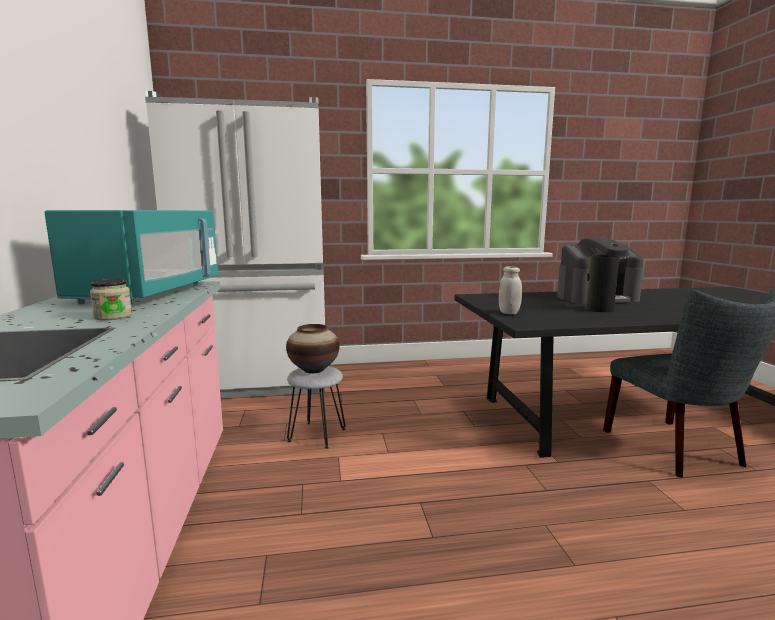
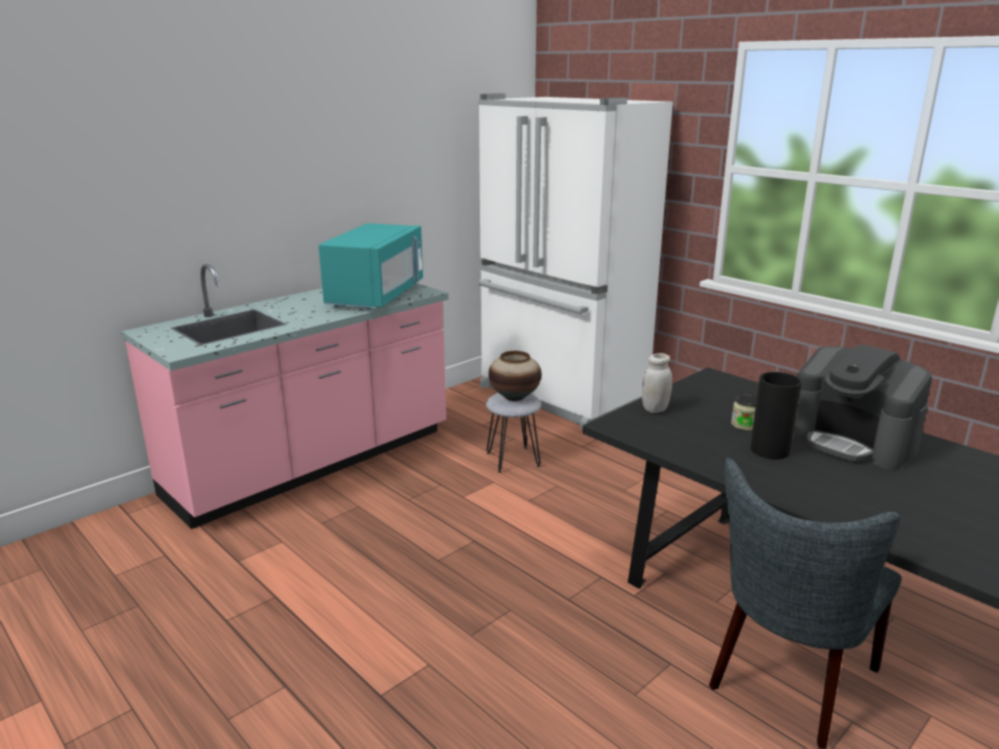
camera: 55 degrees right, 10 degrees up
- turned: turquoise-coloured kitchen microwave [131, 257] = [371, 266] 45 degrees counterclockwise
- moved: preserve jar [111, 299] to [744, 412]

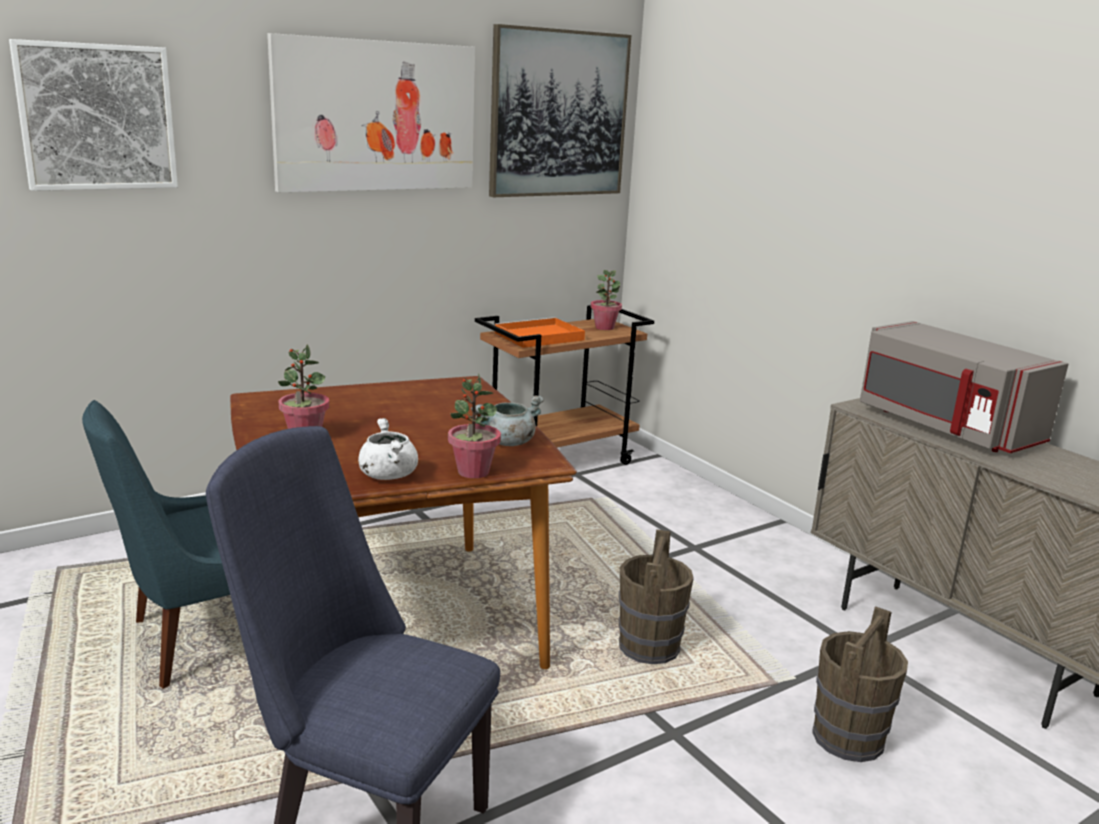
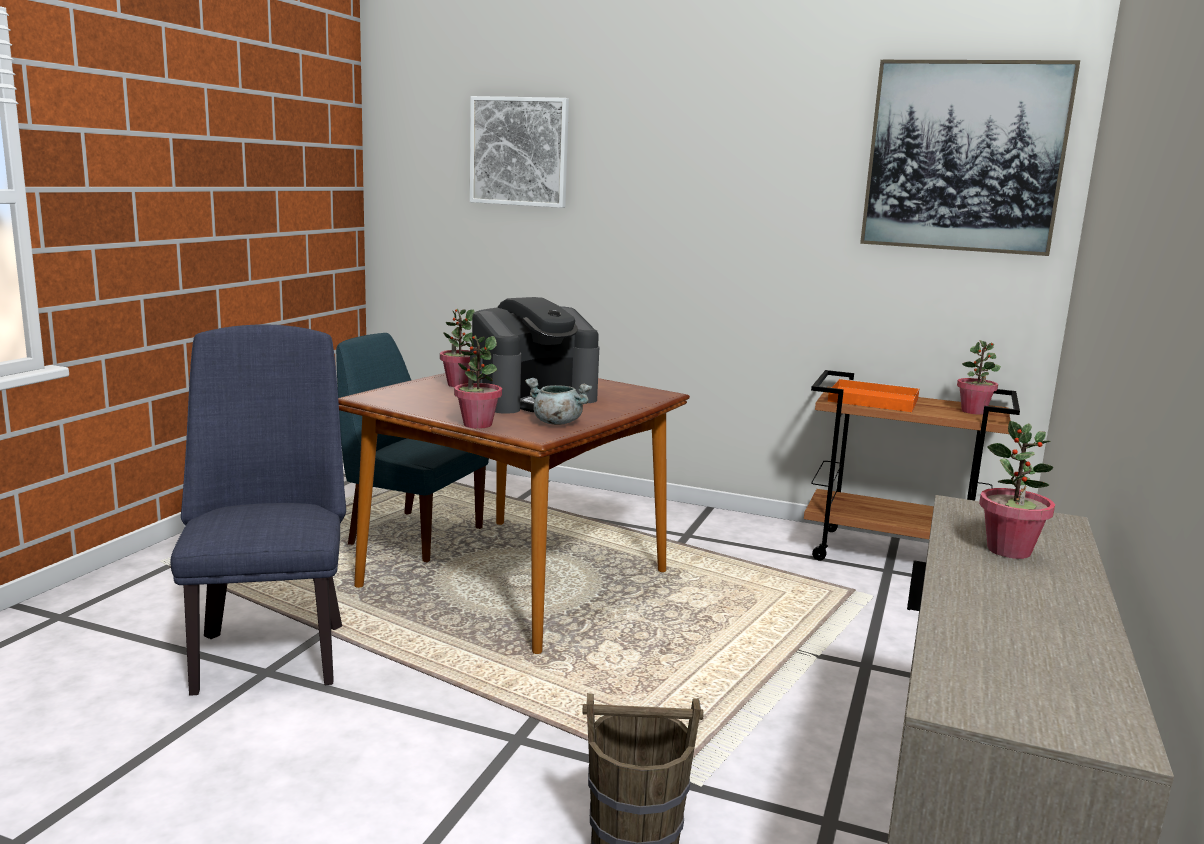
camera: 55 degrees right, 5 degrees down
- removed: wall picture [371, 112]
- removed: white-coloured saucepot [388, 449]
- removed: brownish pail [656, 596]
- replaced: gray kitchen microwave [964, 387] to houseplant [1017, 490]
- added: coffee brewer [534, 355]

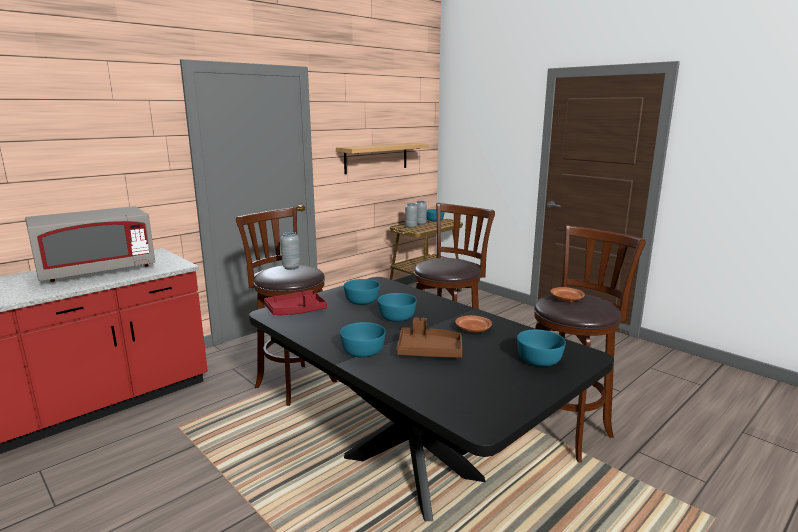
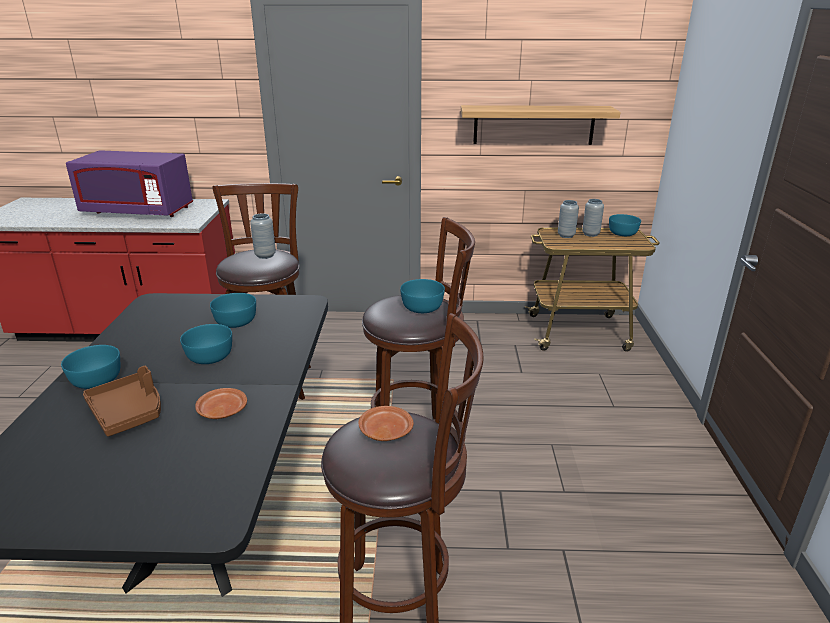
camera: 45 degrees right, 10 degrees up
- recoloured: gray kitchen microwave [90, 244] to purplish kitchen microwave [129, 183]
- removed: reddish carrying tray [295, 302]
- moved: turquoise-coloured serving bowl [541, 348] to [422, 296]

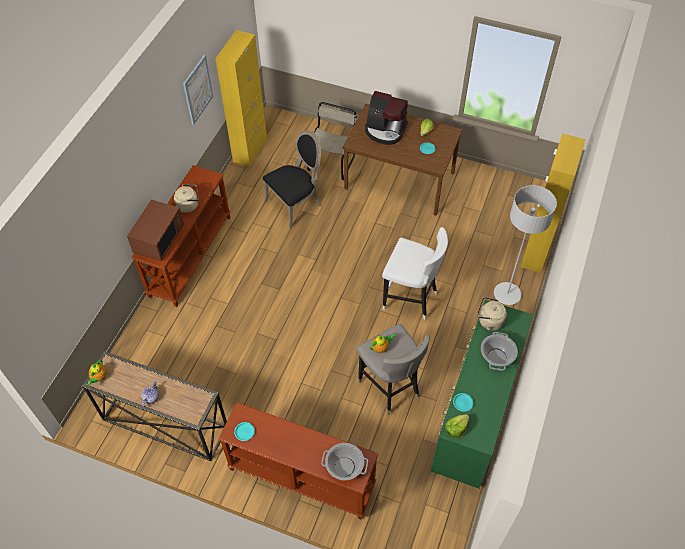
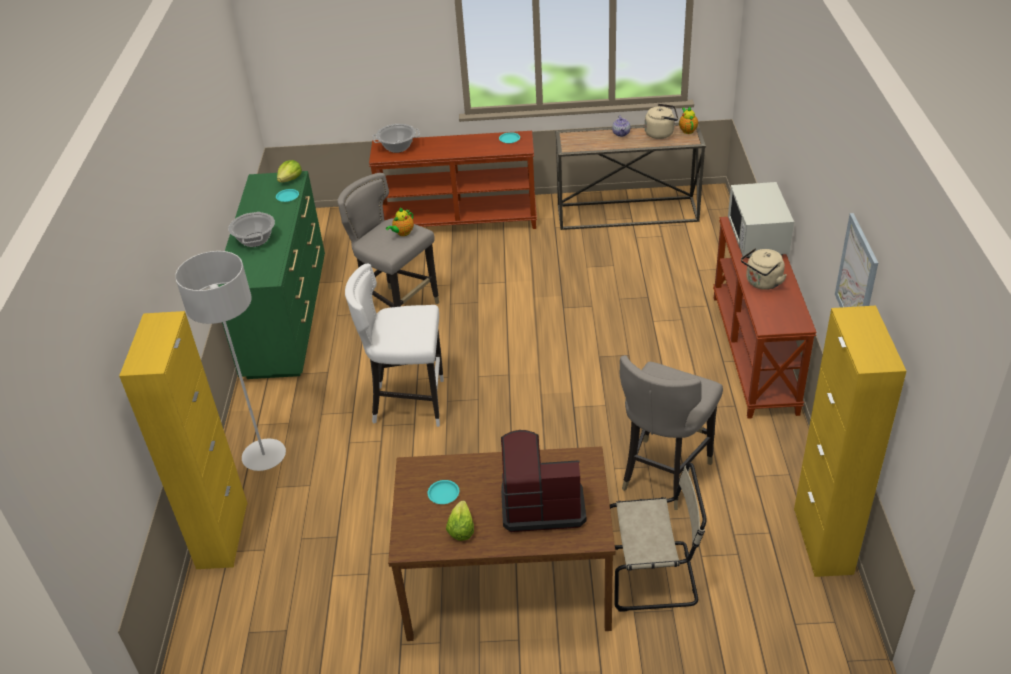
camera: 160 degrees right, 15 degrees down
- recoloured: brownish kitchen microwave [155, 230] to white-coloured kitchen microwave [761, 220]
- replaced: black upright chair [292, 179] to gray stool [671, 432]
- turned: sand-coloured upright chair [332, 141] = [658, 537] 90 degrees counterclockwise
- moved: sand-coloured kettle [492, 314] to [661, 121]

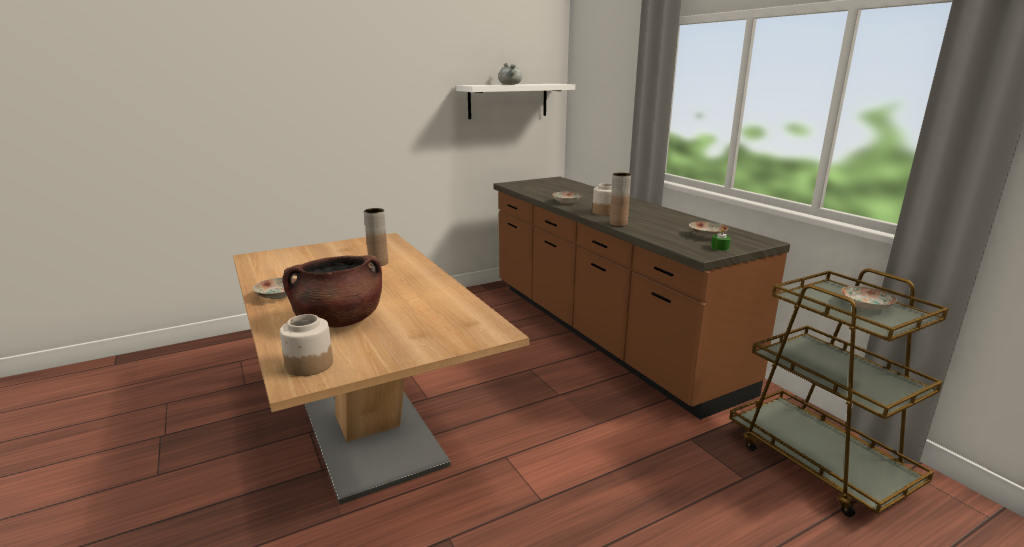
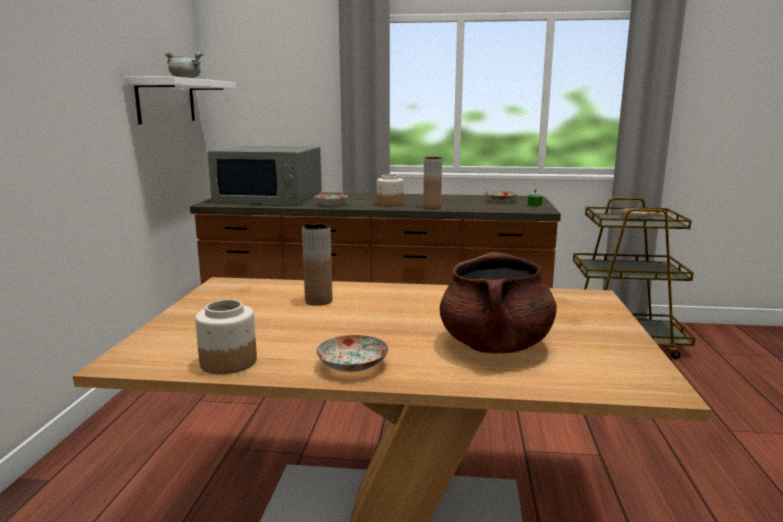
camera: 55 degrees left, 5 degrees down
- moved: preserve jar [306, 345] to [226, 337]
- added: gray kitchen microwave [265, 175]

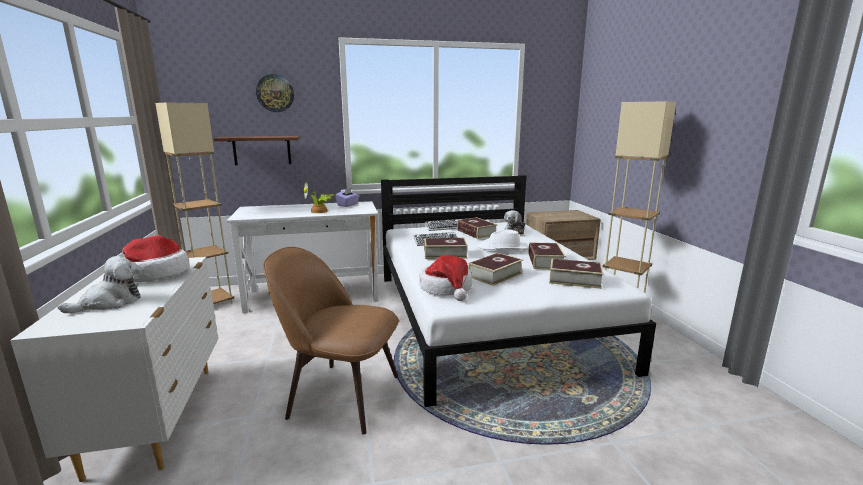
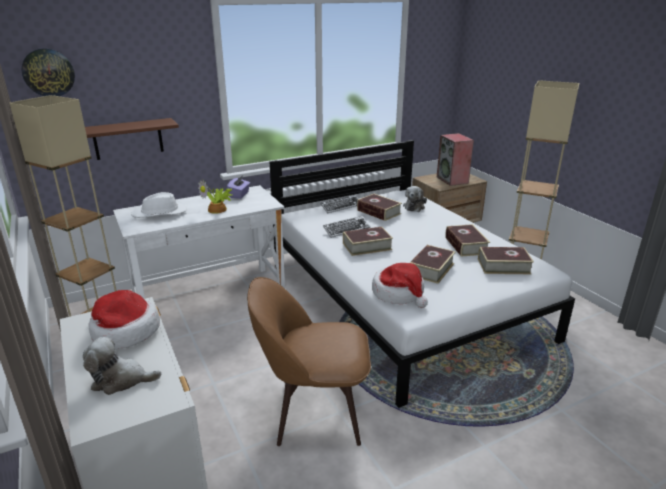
camera: 15 degrees left, 10 degrees up
- turned: plush toy [99, 284] = [122, 366] 120 degrees counterclockwise
- moved: clock on the wall [275, 93] to [48, 72]
- moved: white-coloured wearable hat [503, 239] to [159, 205]
- added: speaker [455, 159]

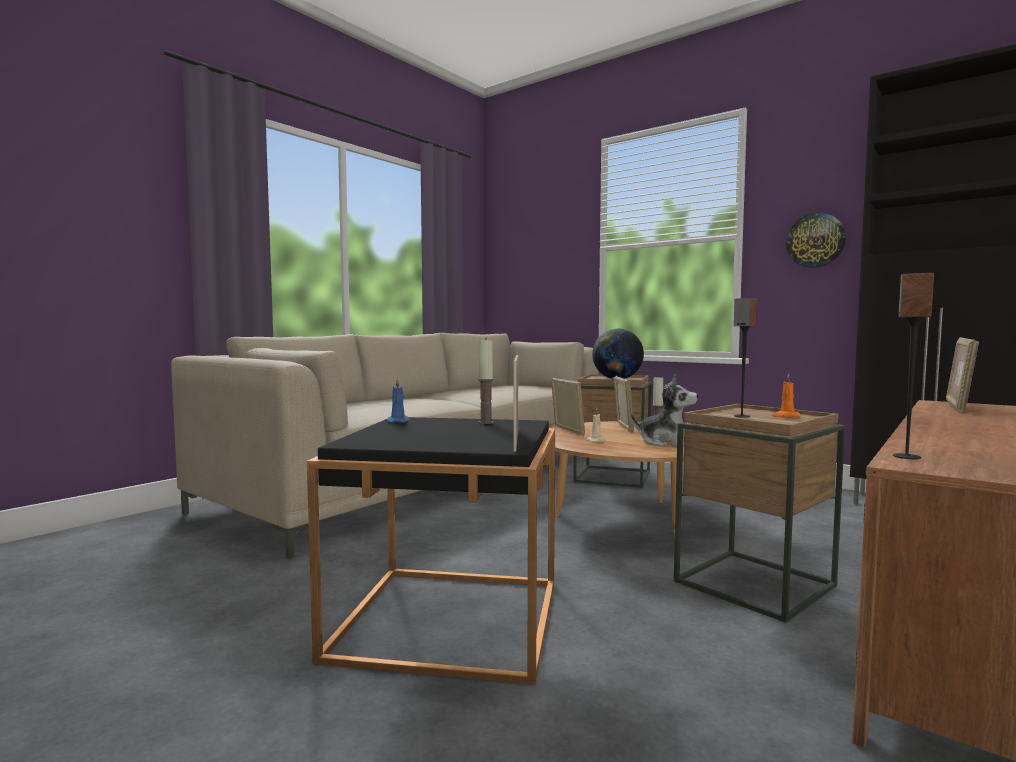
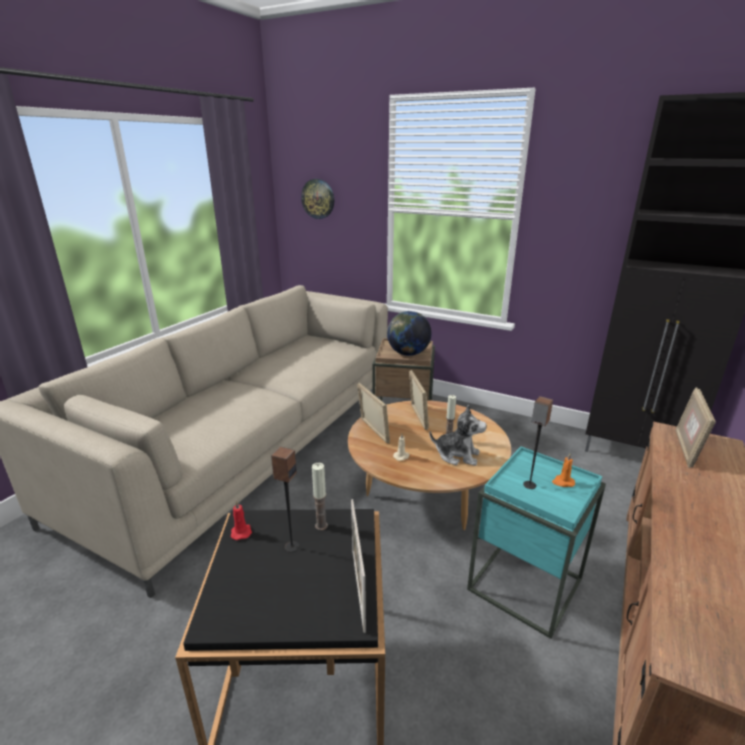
camera: 10 degrees left, 20 degrees up
- recoloured: blue candle [397, 400] to reddish candle [241, 520]
- recoloured: brownish accent table [759, 513] to turquoise-coloured accent table [536, 542]
- moved: clock on the wall [816, 240] to [317, 199]
- moved: speaker [913, 366] to [285, 499]

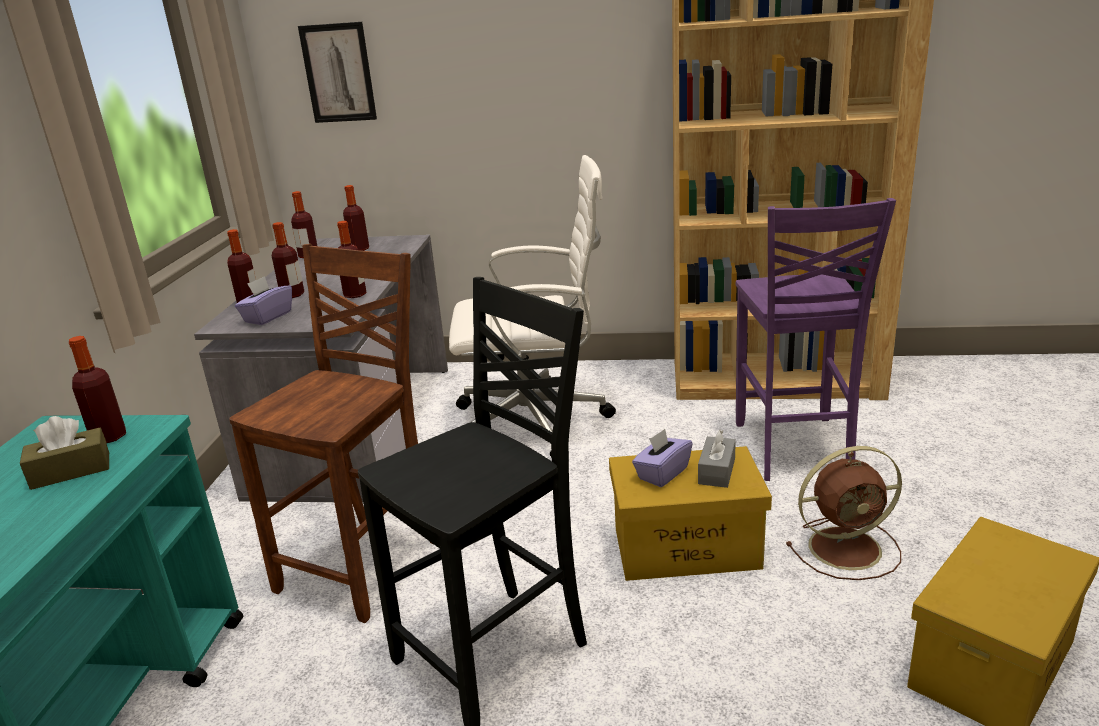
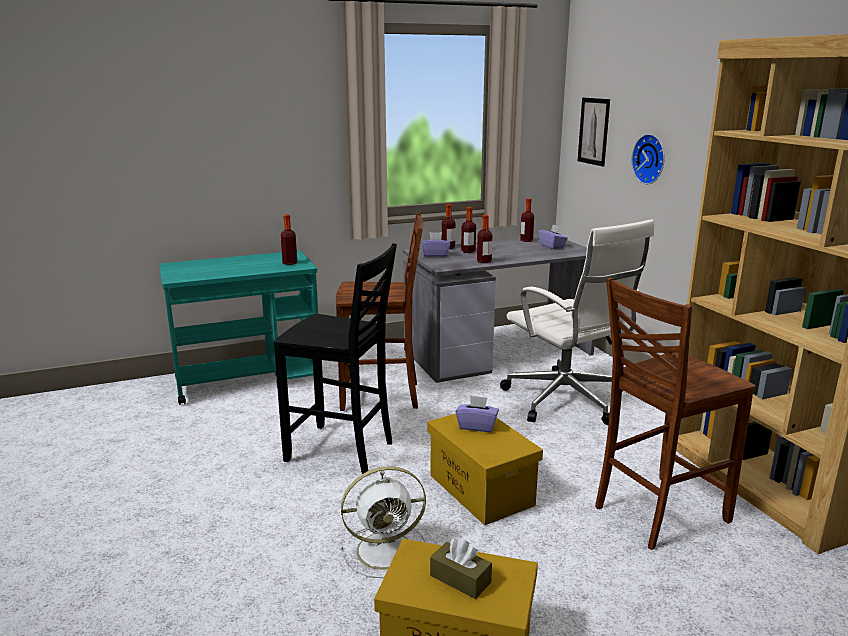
camera: 60 degrees right, 5 degrees down
- moved: brownish tissue box [64, 453] to [461, 568]
- replaced: beverage bottle [356, 218] to purplish tissue box [553, 236]
- removed: gray tissue box [717, 459]
- recoloured: purplish upright chair [816, 339] to brownish upright chair [675, 413]
- removed: brownish cooling fan [844, 513]
- added: white-coloured cooling fan [382, 522]
- added: clock on the wall [648, 159]

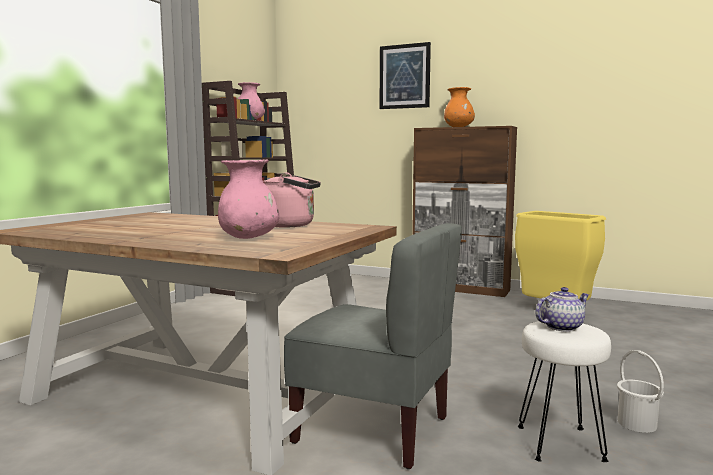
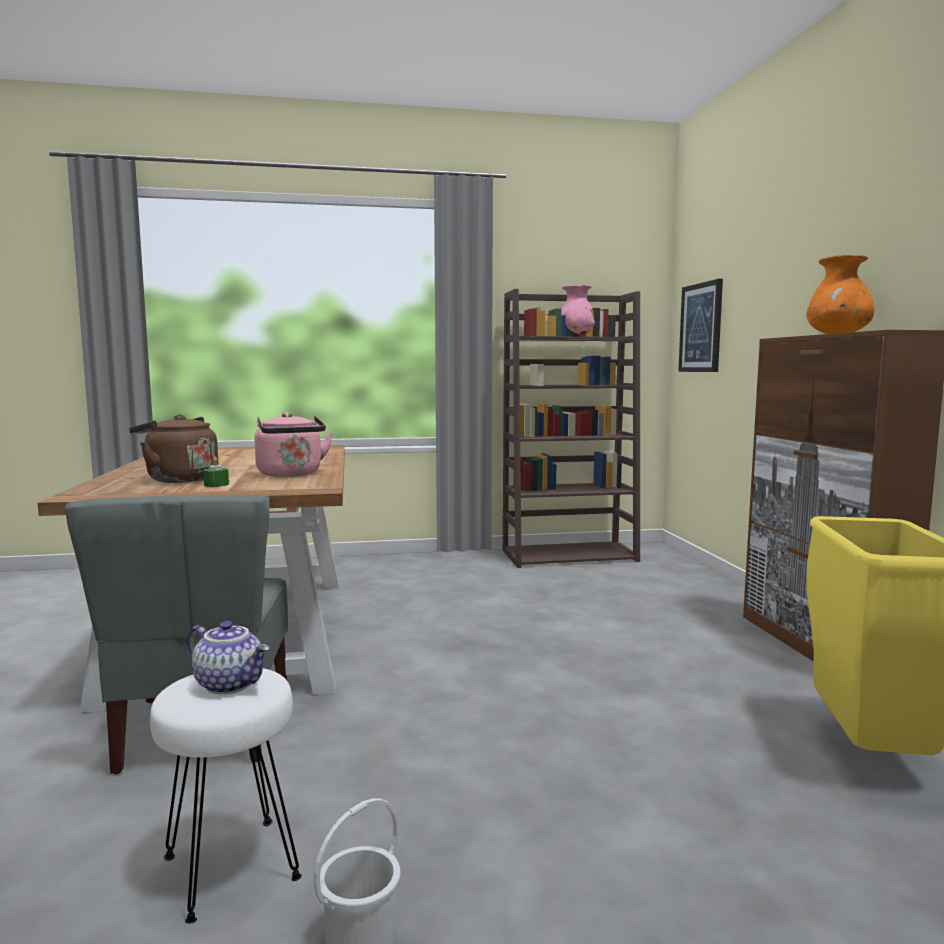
camera: 55 degrees right, 0 degrees up
- replaced: pinkish decorative vase [249, 199] to brownish kettle [173, 448]
- moved: wall picture [405, 75] to [700, 325]
- added: green candle [216, 472]

